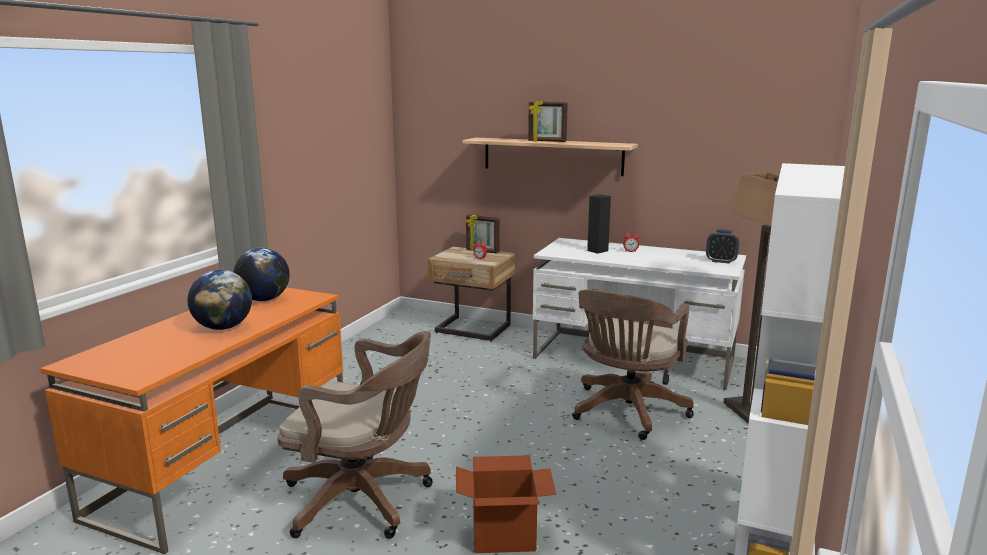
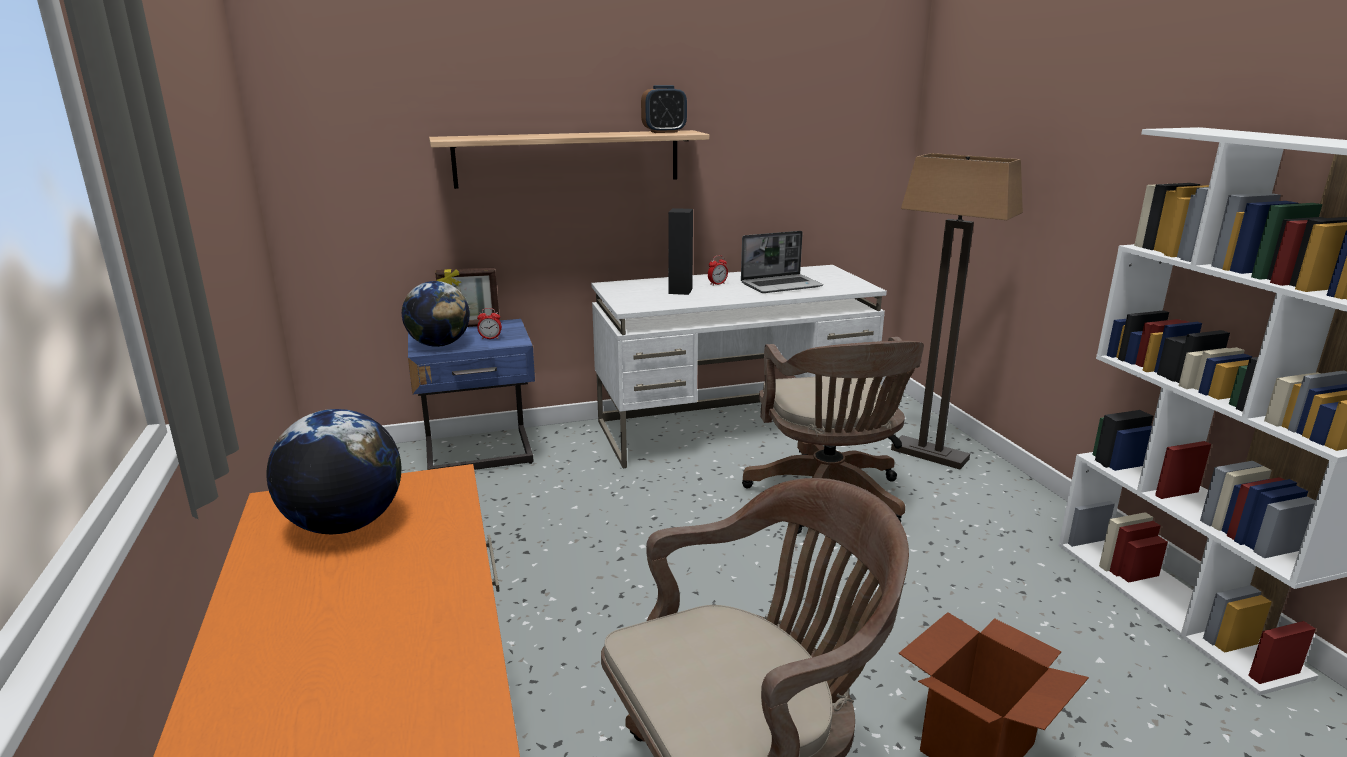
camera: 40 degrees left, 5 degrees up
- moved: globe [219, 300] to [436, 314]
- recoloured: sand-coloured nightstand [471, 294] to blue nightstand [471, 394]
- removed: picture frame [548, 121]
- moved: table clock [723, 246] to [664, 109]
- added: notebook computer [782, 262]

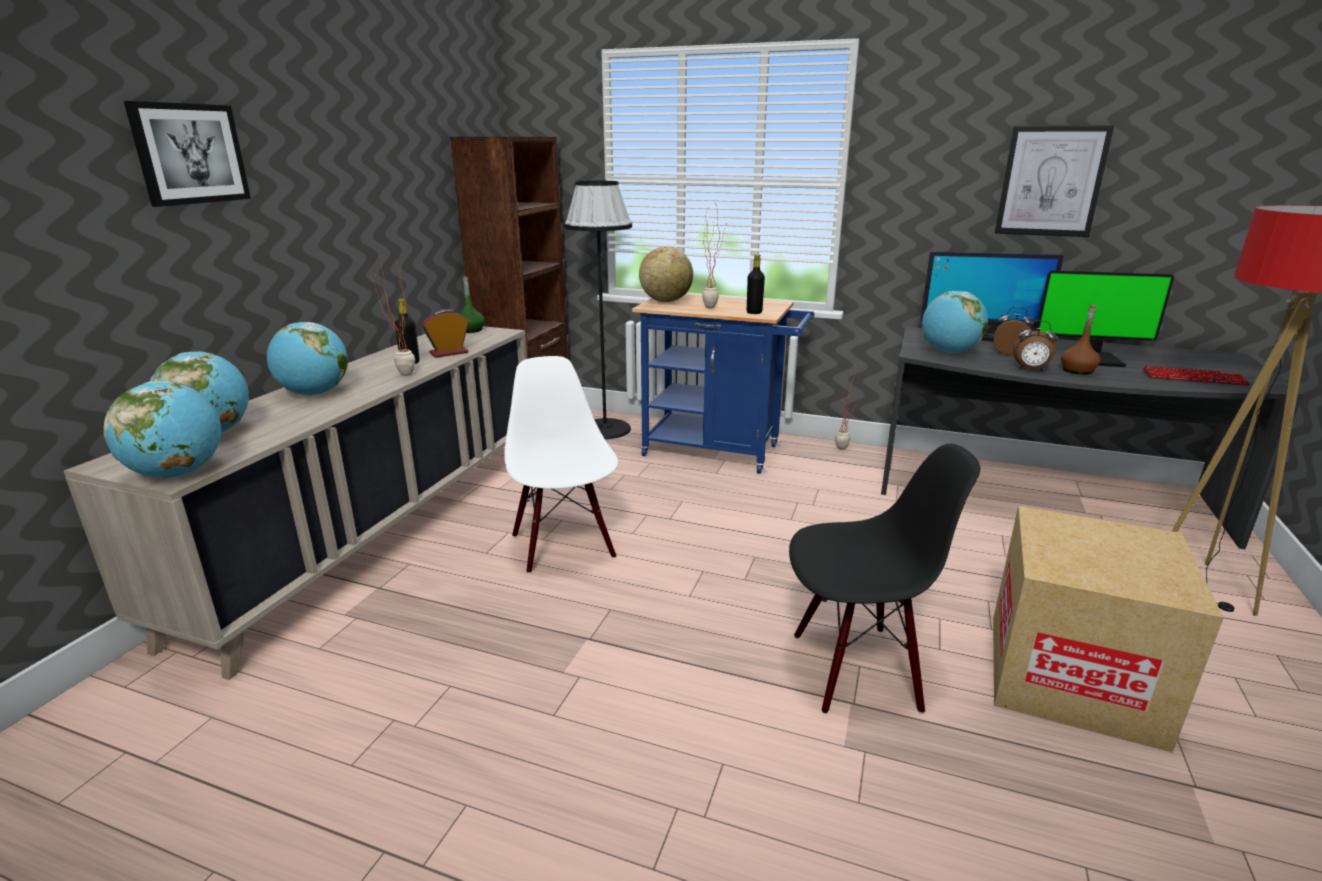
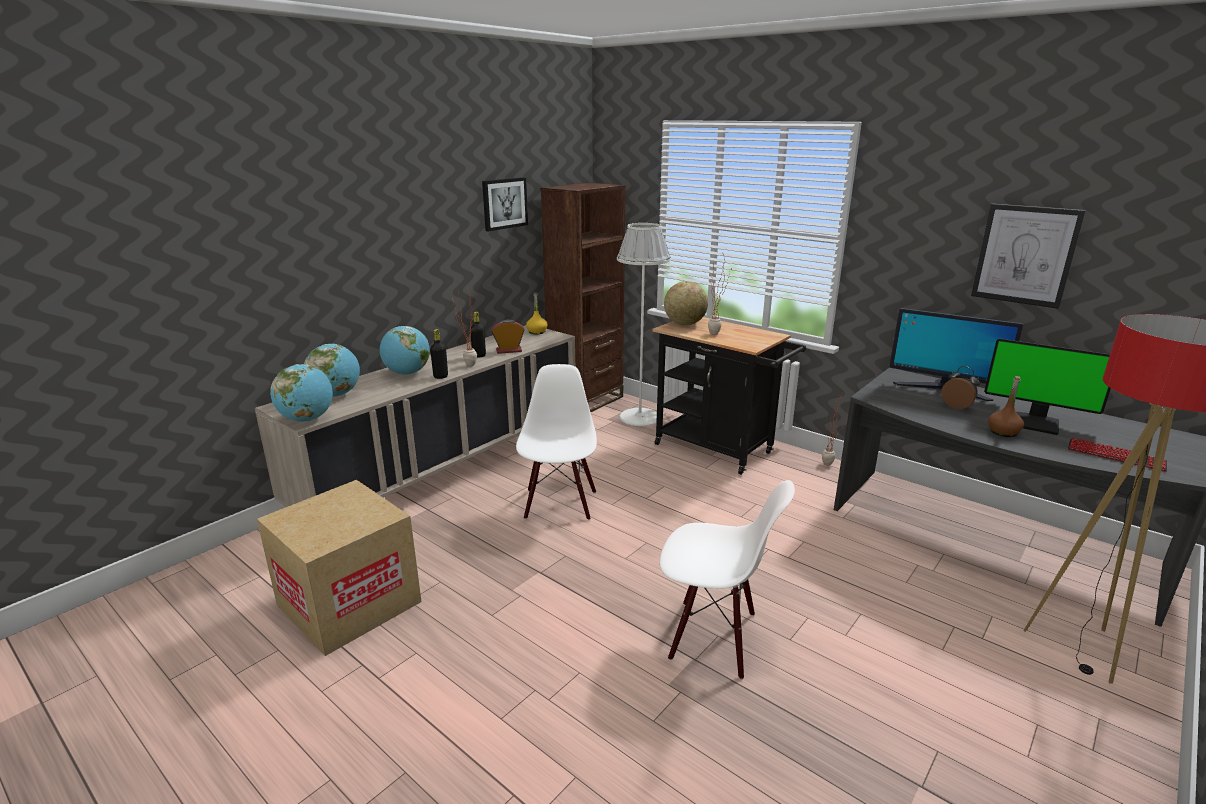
camera: 20 degrees right, 0 degrees up
- moved: wall picture [187, 154] to [505, 204]
- recoloured: green beverage bottle [472, 304] to yellow beverage bottle [537, 313]
- recoloured: black standard lamp [598, 310] to white-coloured standard lamp [644, 324]
- recoloured: blue cart [723, 384] to black cart [729, 396]
- moved: black beverage bottle [756, 284] to [439, 354]
- recoloured: black upright chair [884, 579] to white-coloured upright chair [727, 580]
- removed: globe [955, 322]
- moved: cardboard box [1108, 629] to [339, 568]
- removed: table clock [1035, 345]

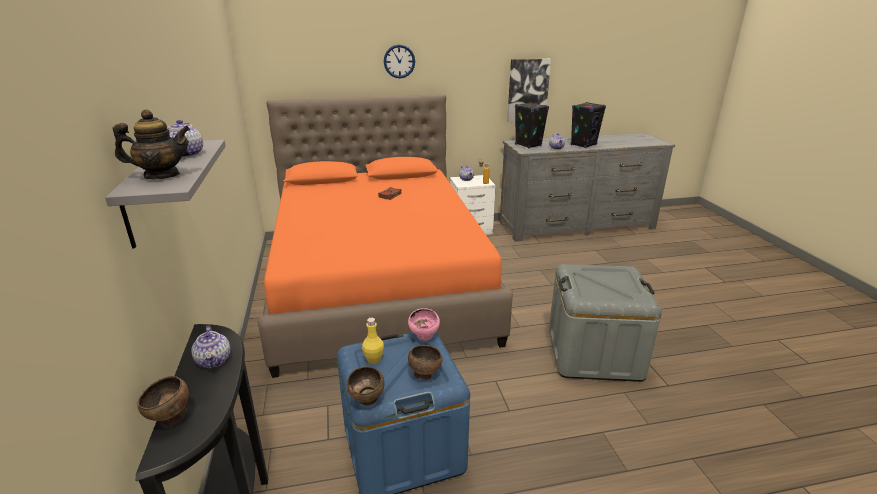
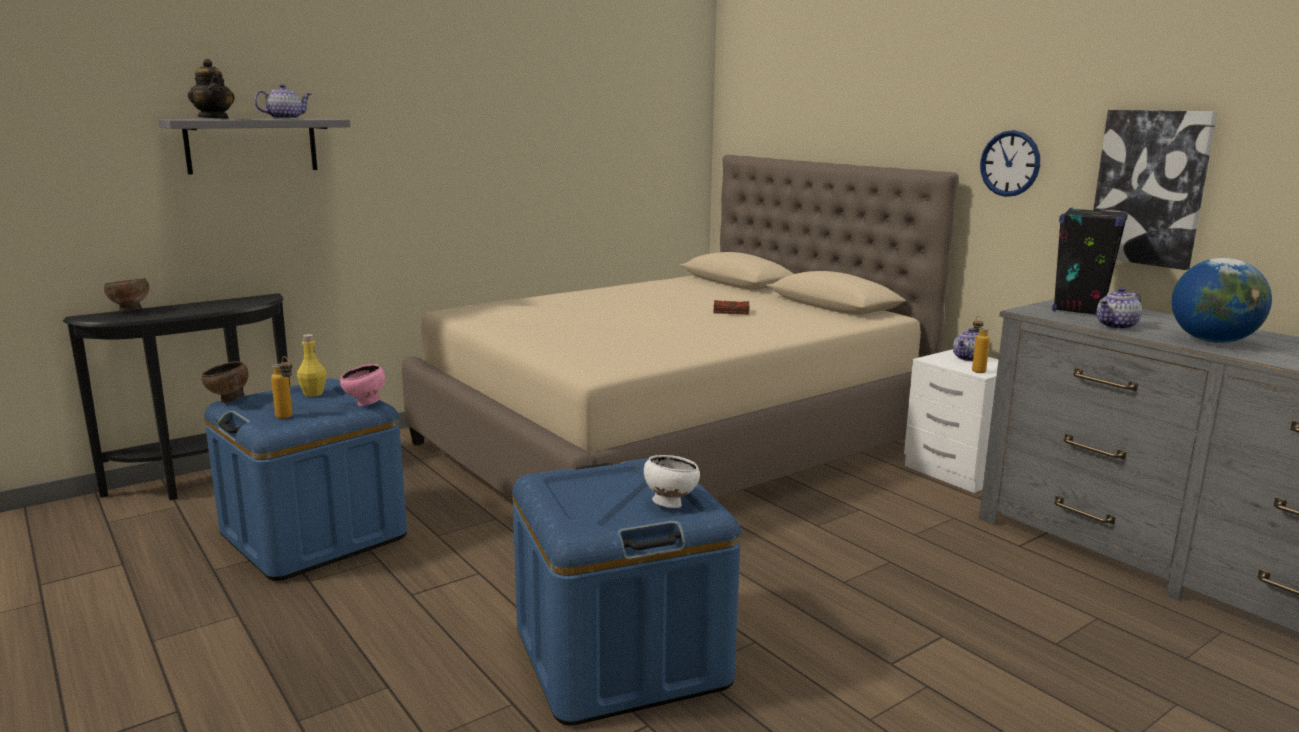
camera: 65 degrees right, 10 degrees down
- removed: teapot [211, 347]
- recoloured: orangey sleeping bed [385, 236] to sand-coloured sleeping bed [680, 328]
- moved: clock on the wall [399, 61] to [1010, 163]
- replaced: brownish serving bowl [425, 362] to beverage bottle [281, 387]
- recoloured: gray storage box [605, 323] to blue storage box [626, 592]
- replaced: black speaker [588, 125] to globe [1222, 300]
- added: white-coloured serving bowl [672, 481]

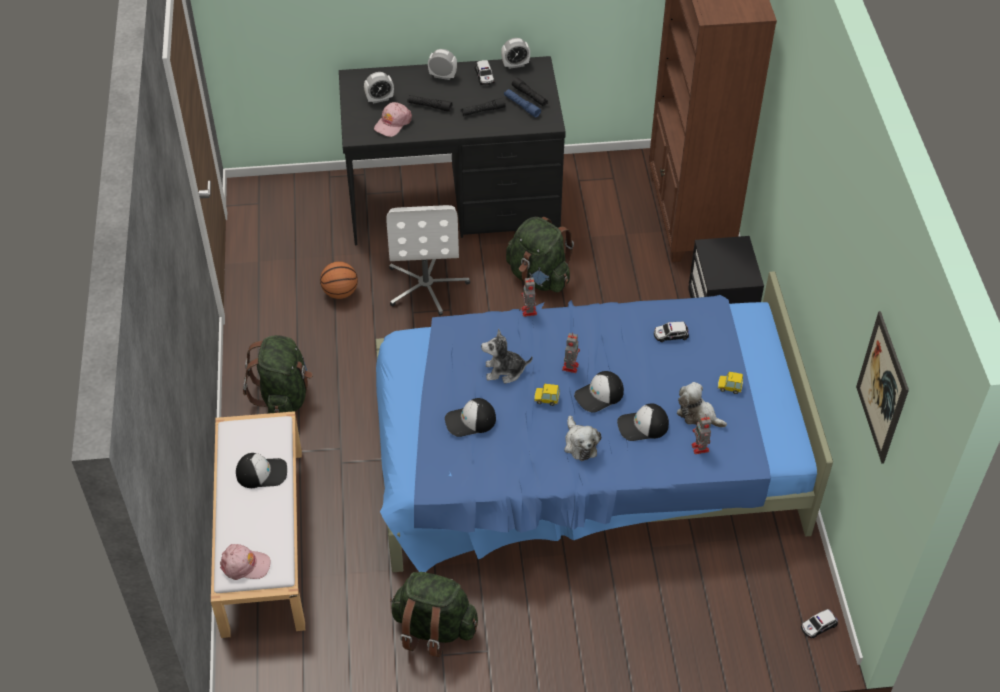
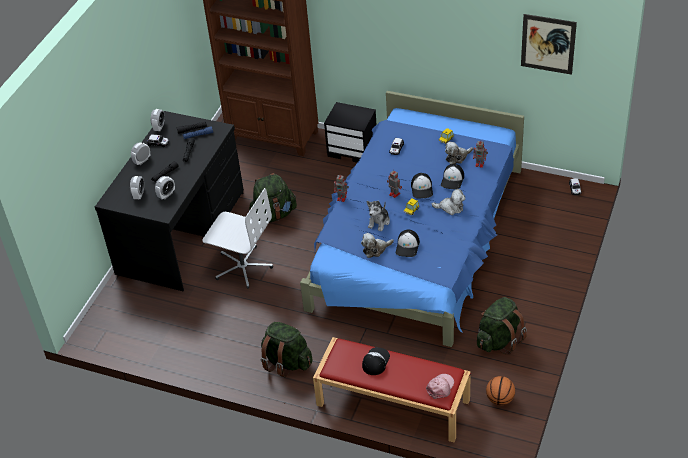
camera: 60 degrees left, 5 degrees down
- recoloured: white-coloured long seat [258, 524] to reddish long seat [392, 389]
- moved: basketball ball [339, 280] to [500, 390]
- replaced: pinkish peaked cap [393, 119] to table clock [165, 188]
- added: plush toy [377, 245]

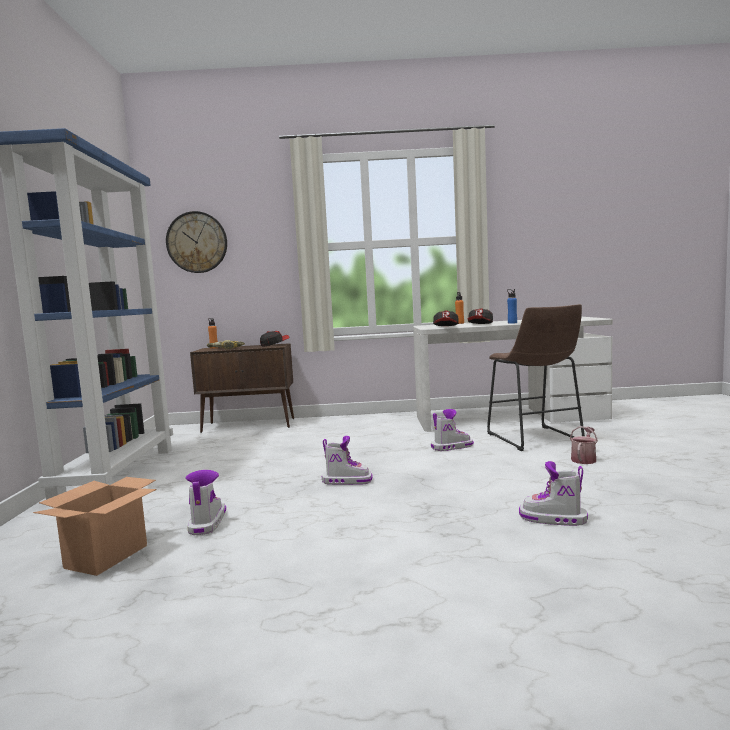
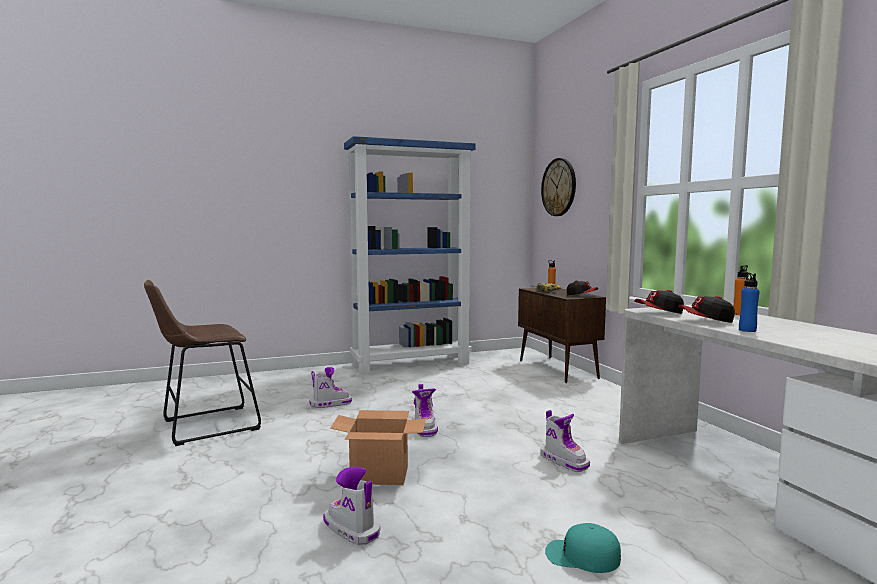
camera: 70 degrees right, 0 degrees up
- moved: cardboard box [95, 526] to [378, 447]
- moved: brownish stool [536, 377] to [202, 363]
- turned: tall boot [553, 493] = [351, 506] 45 degrees counterclockwise
- replaced: watering can [584, 445] to turquoise-coloured peaked cap [583, 548]

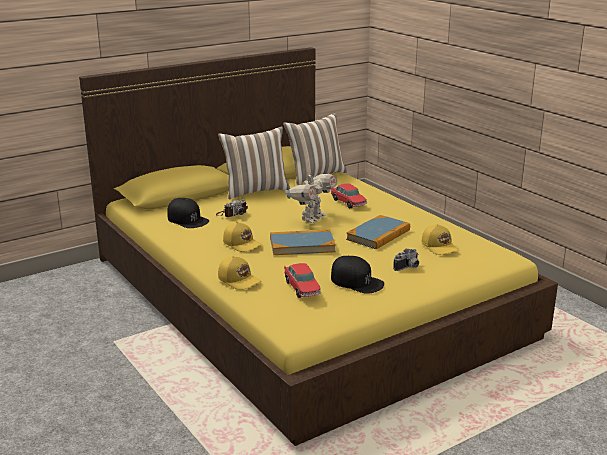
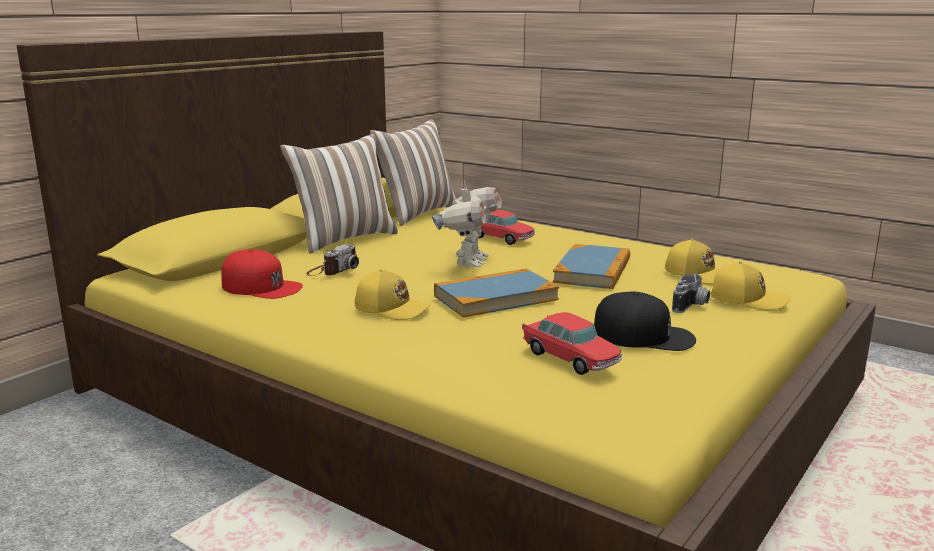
camera: 20 degrees left, 5 degrees down
- recoloured: black peaked cap [188, 213] to reddish peaked cap [262, 274]
- moved: yellow peaked cap [239, 273] to [750, 285]

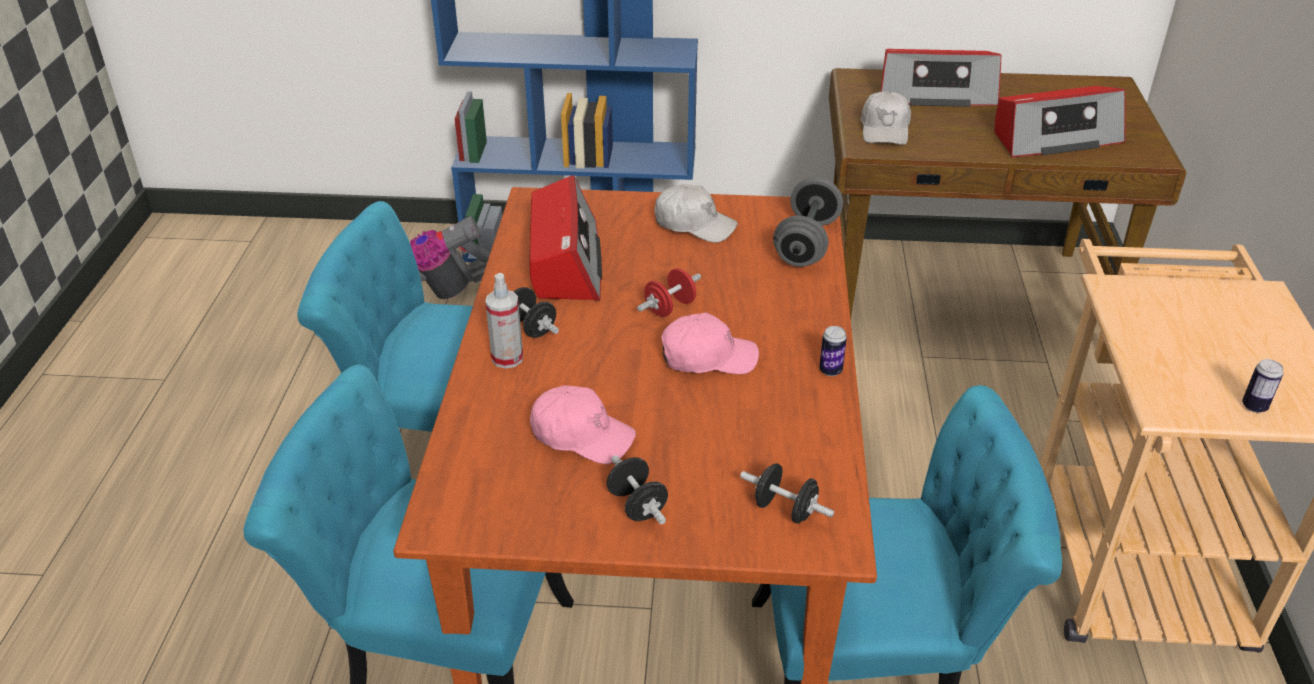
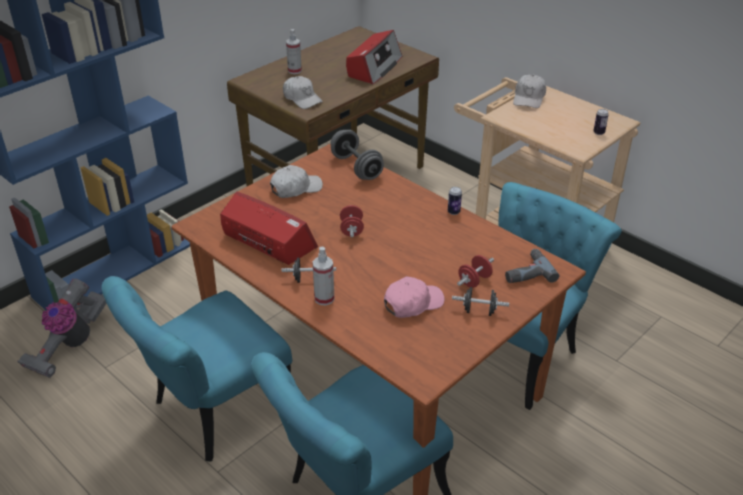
camera: 50 degrees left, 0 degrees up
- removed: pinkish peaked cap [710, 343]
- replaced: black free weight [787, 493] to power drill [532, 266]
- replaced: radio set [941, 78] to hand sprayer [294, 51]
- added: reddish free weight [475, 271]
- added: white-coloured peaked cap [529, 91]

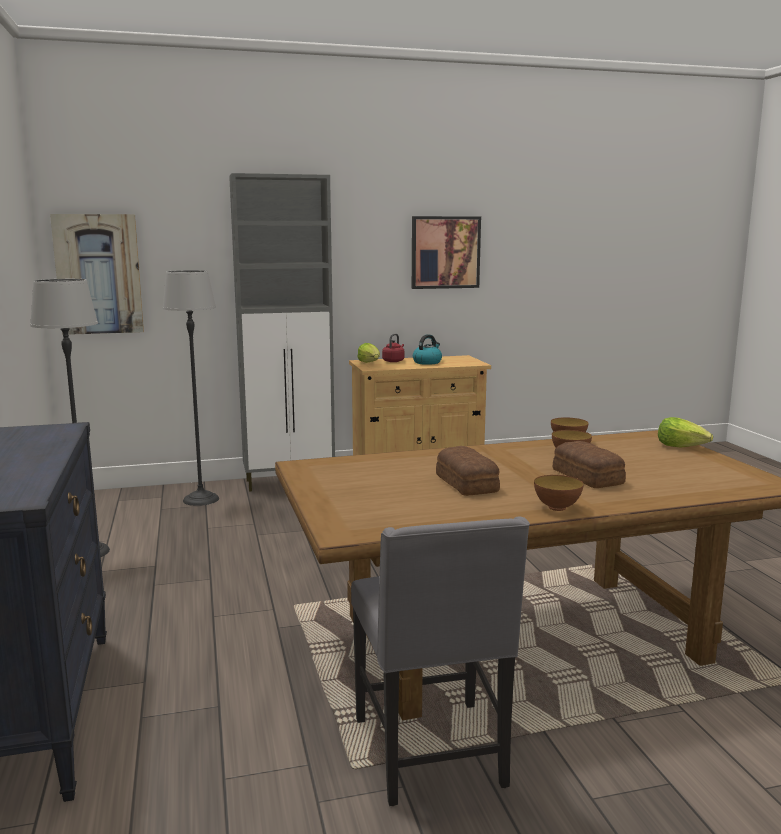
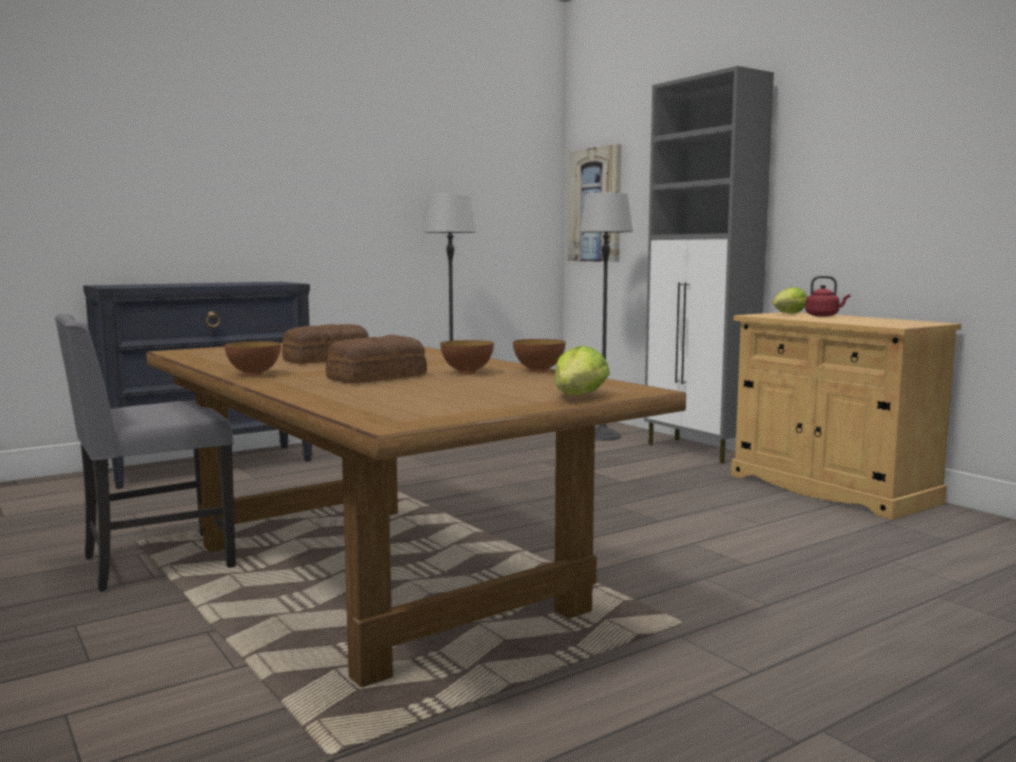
camera: 70 degrees right, 5 degrees down
- removed: wall picture [446, 252]
- removed: kettle [427, 349]

